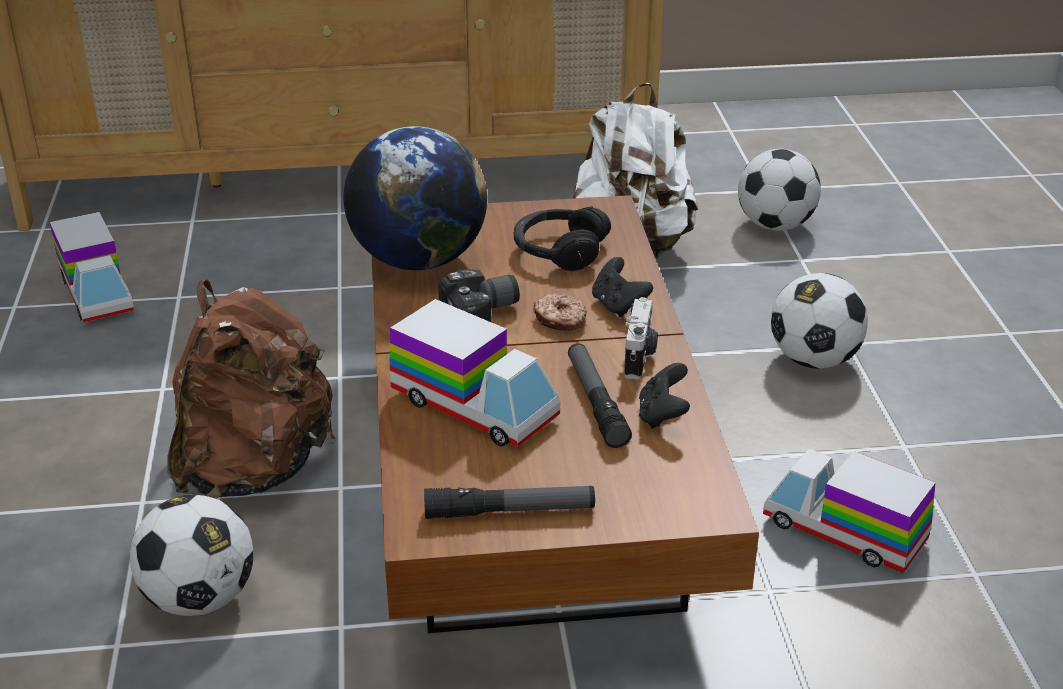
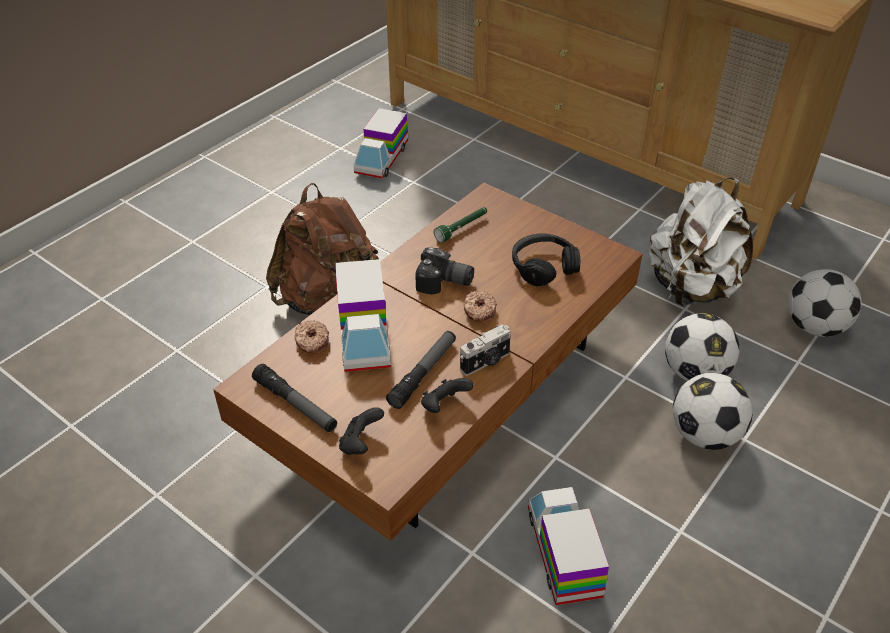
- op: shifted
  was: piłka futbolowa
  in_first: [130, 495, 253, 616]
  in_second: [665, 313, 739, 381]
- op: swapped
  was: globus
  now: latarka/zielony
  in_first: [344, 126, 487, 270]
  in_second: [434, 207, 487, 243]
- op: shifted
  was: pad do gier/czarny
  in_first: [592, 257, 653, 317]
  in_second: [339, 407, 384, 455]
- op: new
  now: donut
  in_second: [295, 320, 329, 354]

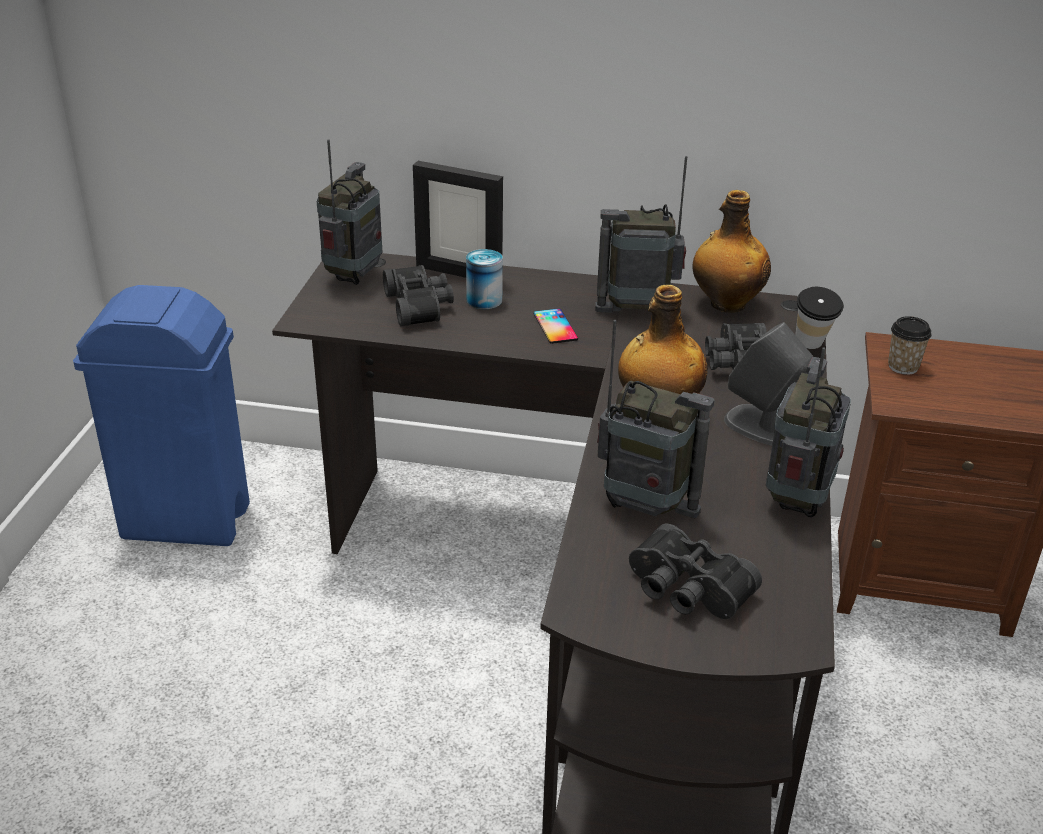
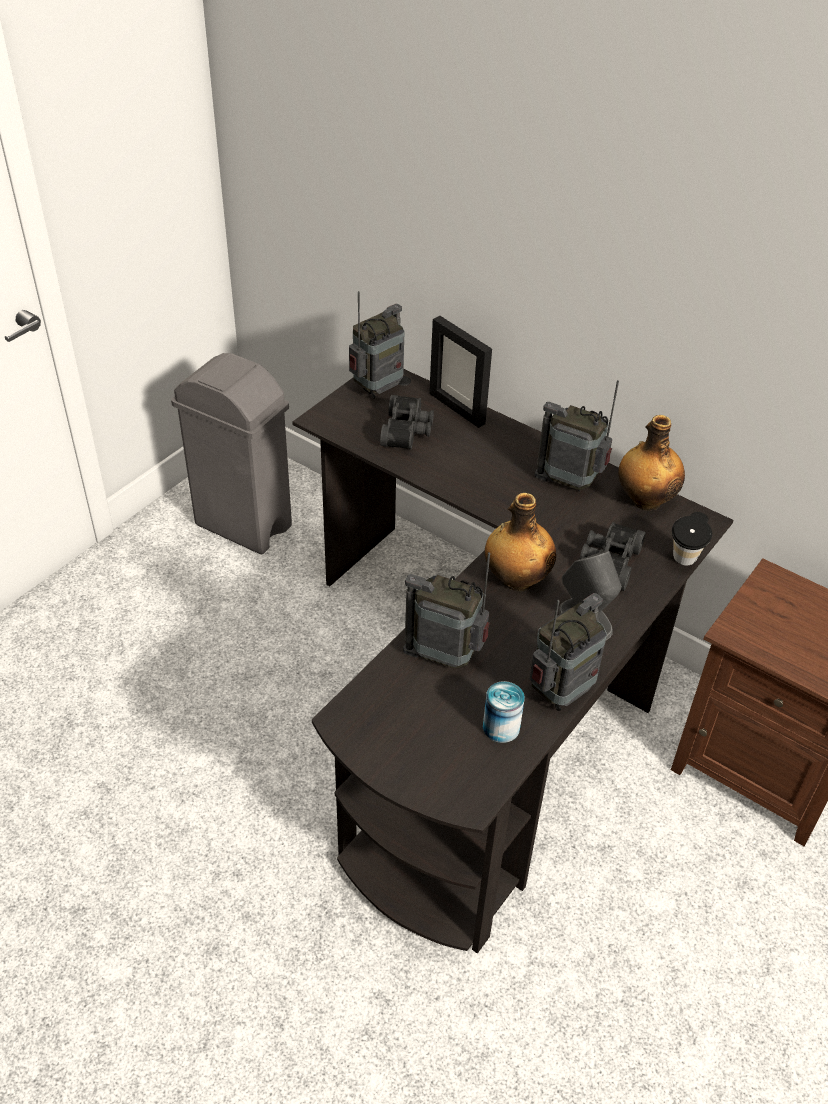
- op: repainted
  was: kosz na śmieci/niebieski
  now: kosz na śmieci/szary
  in_first: [73, 285, 250, 546]
  in_second: [171, 353, 292, 554]
- op: shifted
  was: puszka
  in_first: [466, 249, 503, 309]
  in_second: [483, 681, 525, 743]
- op: gone
  was: telefon
  in_first: [533, 308, 578, 344]
- op: rotated
  was: radio
  in_first: [597, 320, 715, 518]
  in_second: [403, 552, 490, 668]
  clockwise: 150
- op: gone
  was: lornetka/czarny
  in_first: [629, 524, 762, 619]
- op: gone
  was: filiżanka
  in_first: [888, 316, 932, 375]

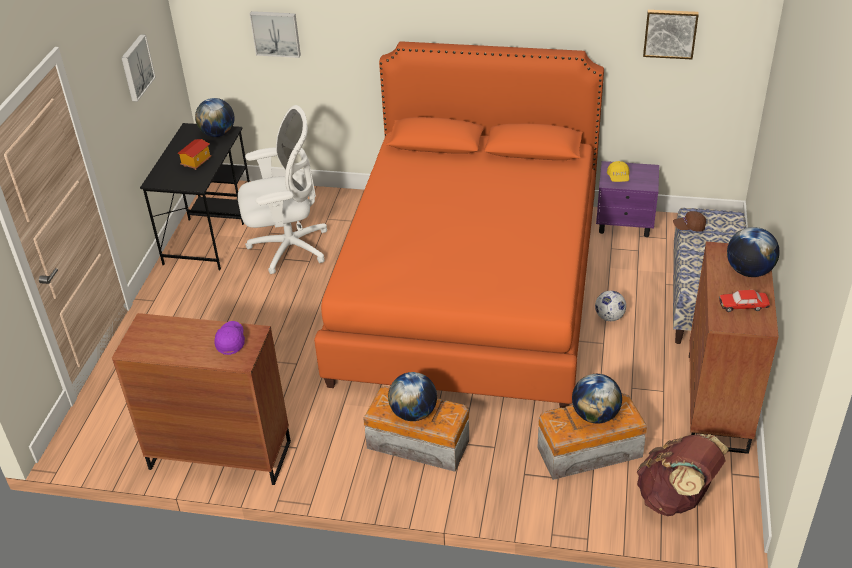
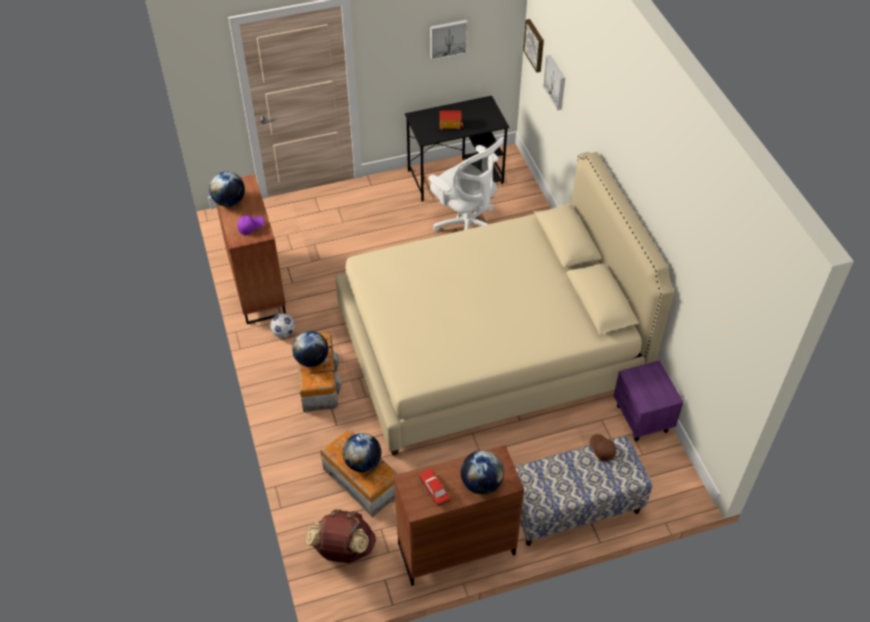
- op: shifted
  was: globus
  in_first: [195, 98, 235, 137]
  in_second: [209, 171, 245, 207]
- op: repainted
  was: łóżko/pomarańczowy
  now: łóżko/beżowy
  in_first: [314, 41, 604, 408]
  in_second: [335, 152, 674, 456]
- op: shifted
  was: piłka futbolowa
  in_first: [595, 291, 626, 321]
  in_second: [270, 313, 295, 338]
- op: gone
  was: czapka z daszkiem/żółty
  in_first: [607, 161, 630, 182]
- op: shifted
  was: obraz
  in_first: [643, 10, 699, 59]
  in_second: [523, 19, 544, 73]

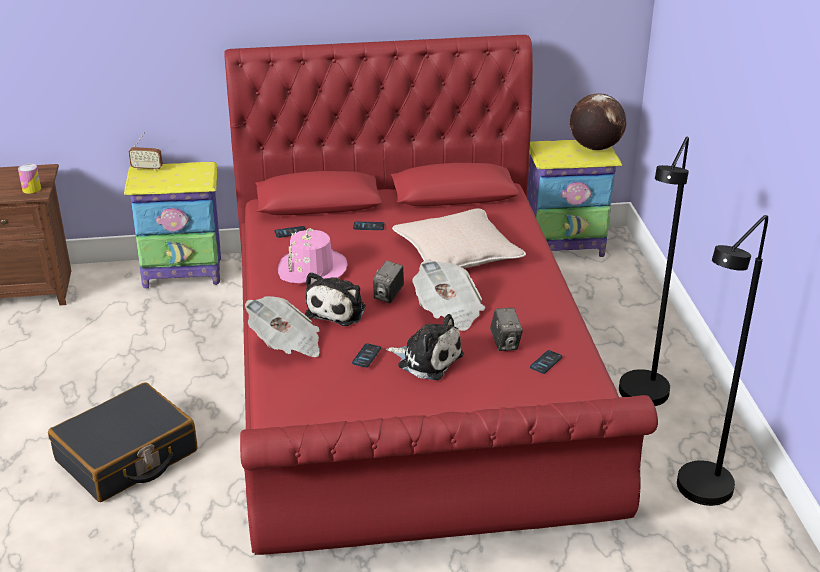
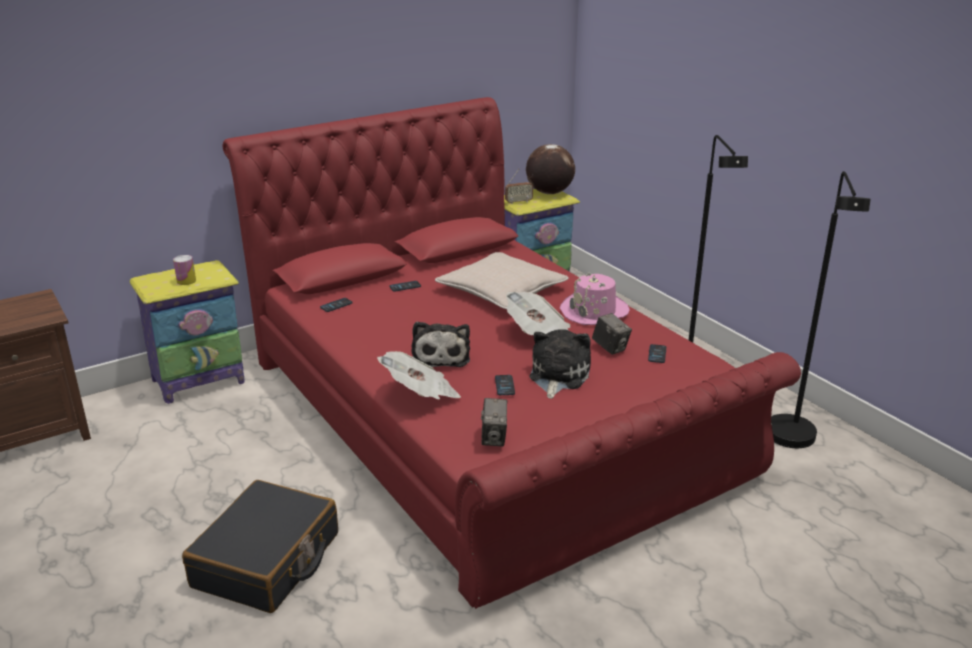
- op: shifted
  was: puszka
  in_first: [18, 163, 41, 194]
  in_second: [173, 255, 196, 285]
- op: shifted
  was: radio
  in_first: [128, 132, 163, 171]
  in_second: [505, 169, 533, 204]
- op: shifted
  was: kapelusz/różowy
  in_first: [278, 228, 348, 283]
  in_second: [560, 273, 630, 325]
- op: shifted
  was: aparat fotograficzny
  in_first: [373, 260, 404, 303]
  in_second: [481, 398, 507, 446]
- op: rotated
  was: pluszak
  in_first: [386, 314, 464, 380]
  in_second: [530, 329, 591, 399]
  clockwise: -75

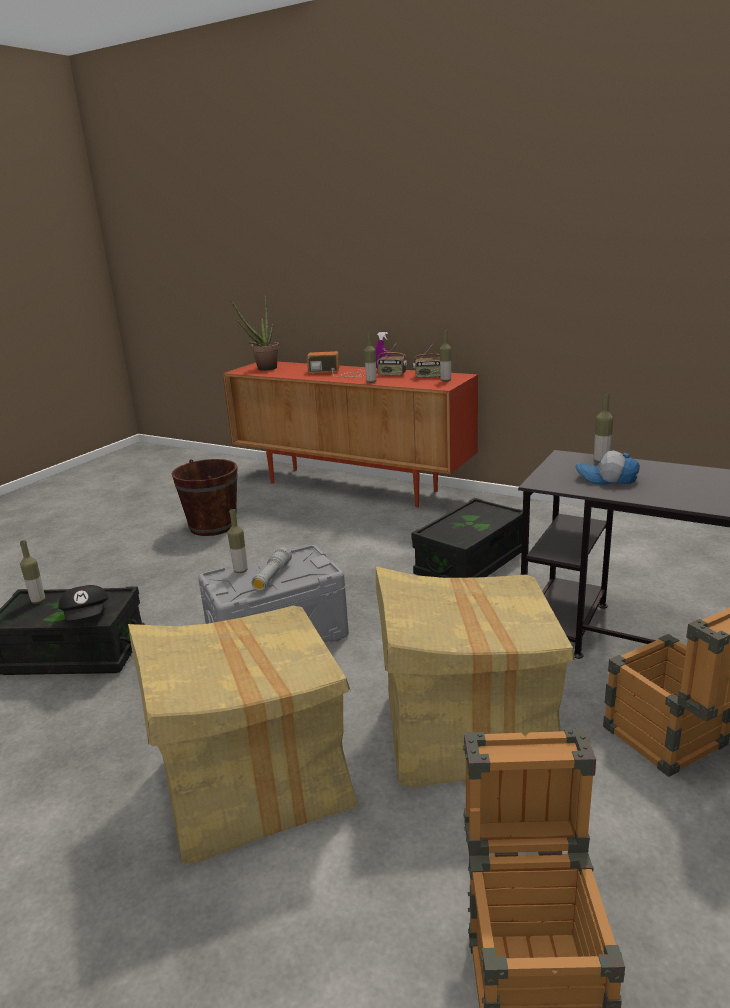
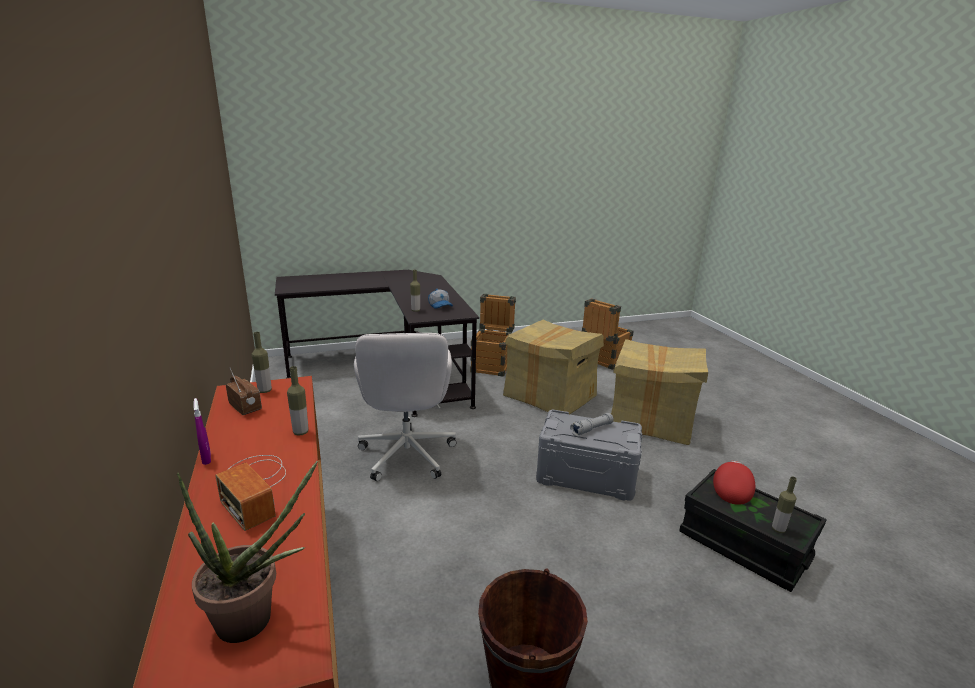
- op: repainted
  was: czapka z daszkiem/czarny
  now: czapka z daszkiem/czerwony
  in_first: [58, 585, 109, 620]
  in_second: [713, 461, 755, 505]
- op: gone
  was: butelka
  in_first: [228, 509, 248, 573]
- op: gone
  was: radio
  in_first: [377, 344, 407, 376]
- op: swapped
  was: pojemnik do przechowywania/czarny
  now: krzesło biurowe/biały
  in_first: [411, 498, 523, 578]
  in_second: [354, 333, 457, 481]

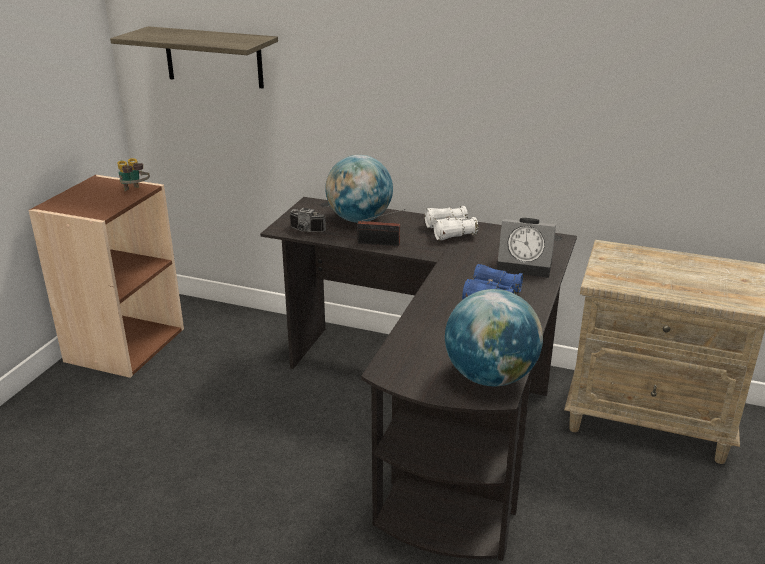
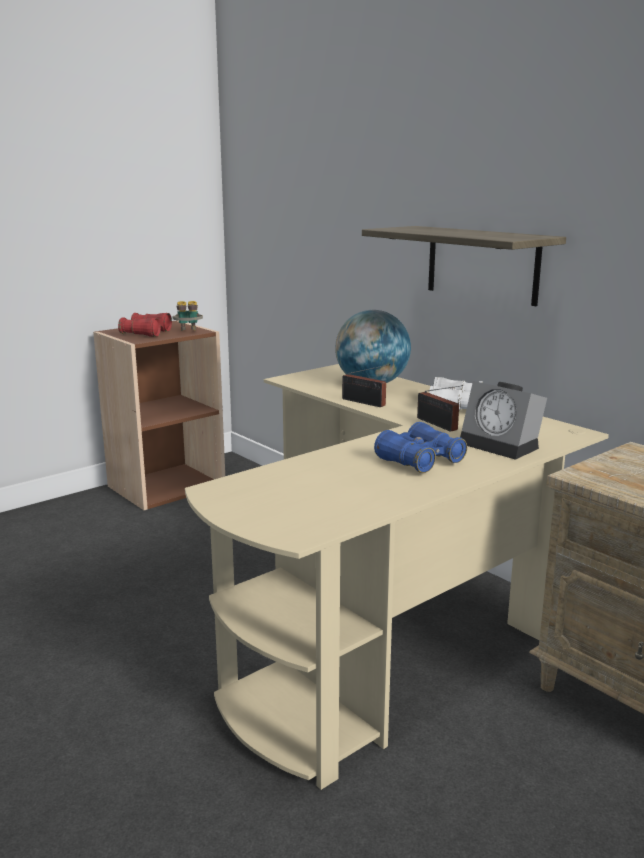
- op: shifted
  was: półka
  in_first: [110, 26, 278, 89]
  in_second: [362, 226, 566, 306]
- op: repainted
  was: biurko/czarny
  now: biurko/beżowy
  in_first: [260, 197, 577, 561]
  in_second: [185, 364, 609, 790]
- op: gone
  was: aparat fotograficzny
  in_first: [289, 208, 326, 232]
- op: gone
  was: globus
  in_first: [445, 289, 543, 386]
- op: new
  now: lornetka/czerwony
  in_second: [118, 313, 172, 337]
- op: new
  now: radio
  in_second: [417, 385, 463, 432]

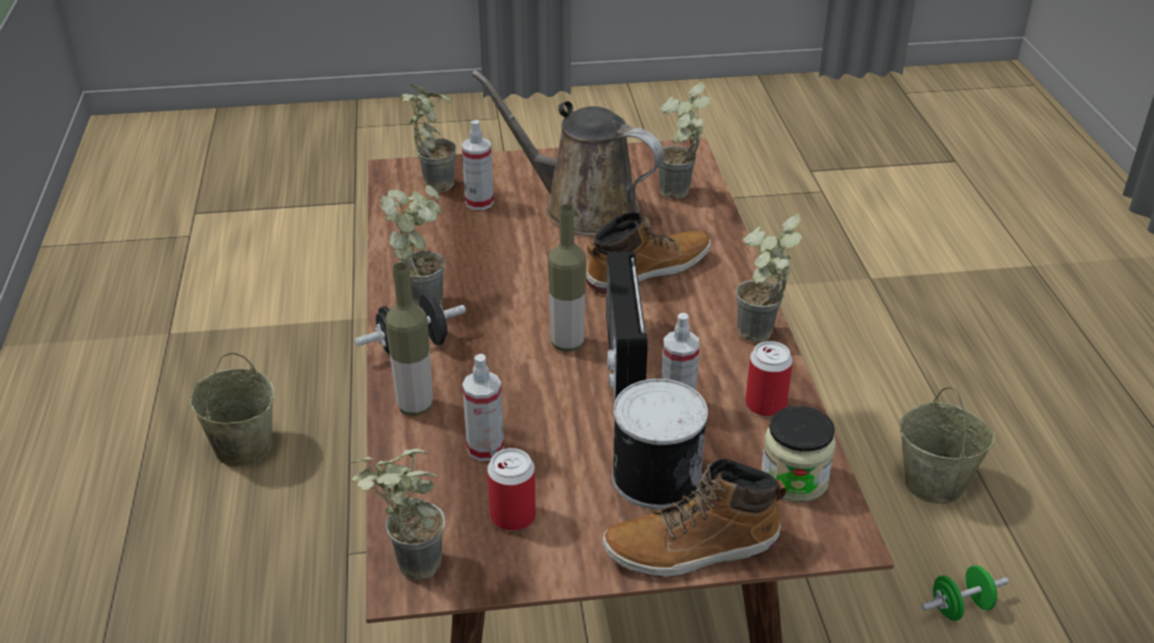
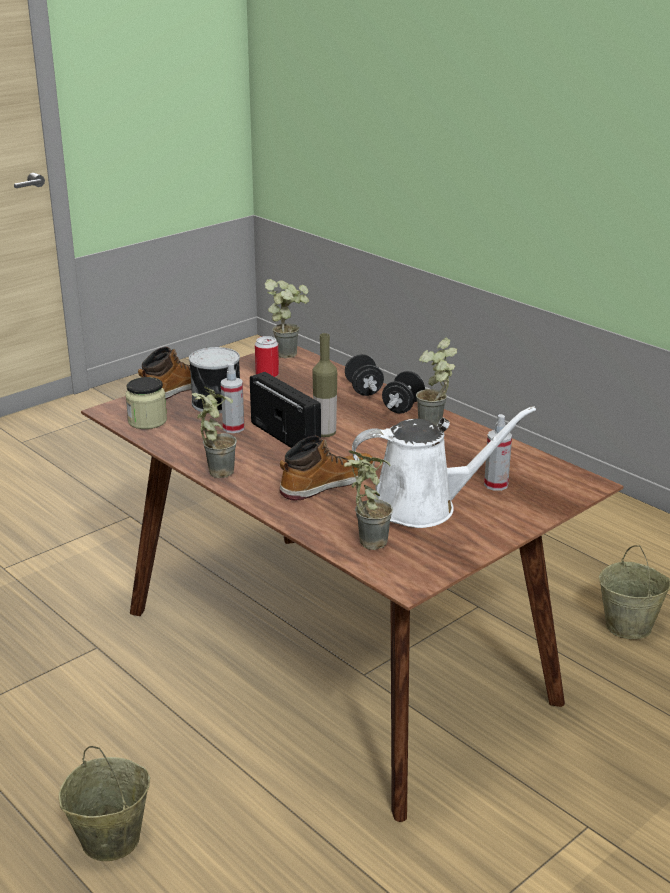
- op: swapped
  was: butelka
  now: hantel/czarny
  in_first: [385, 262, 433, 416]
  in_second: [345, 354, 384, 396]
- op: gone
  was: roślina doniczkowa
  in_first: [402, 84, 457, 193]
- op: gone
  was: spryskiwacz
  in_first: [462, 354, 504, 461]
- op: repainted
  was: konewka/brązowy
  now: konewka/biały
  in_first: [471, 70, 664, 236]
  in_second: [352, 406, 536, 528]
- op: rotated
  was: but z cholewką
  in_first: [586, 211, 711, 293]
  in_second: [280, 436, 375, 501]
  clockwise: -150
- op: gone
  was: puszka
  in_first: [745, 341, 793, 417]
- op: gone
  was: hantel/zielony
  in_first: [921, 565, 1009, 621]

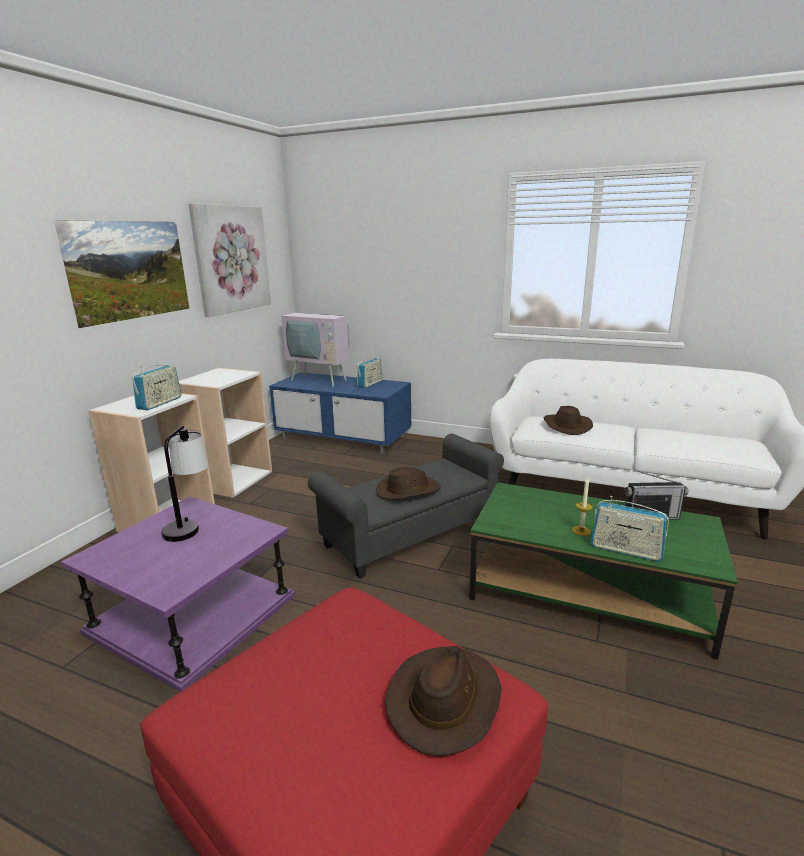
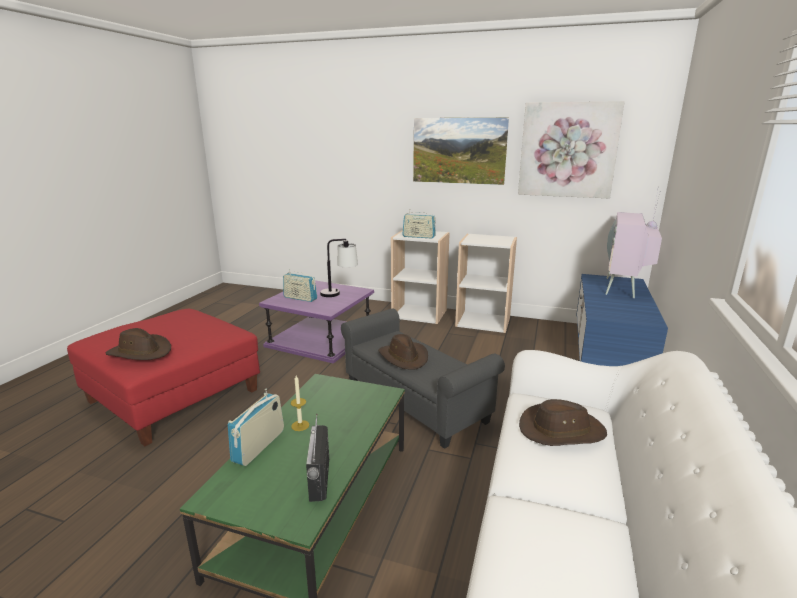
- op: shifted
  was: radio
  in_first: [357, 358, 382, 388]
  in_second: [283, 269, 317, 302]

